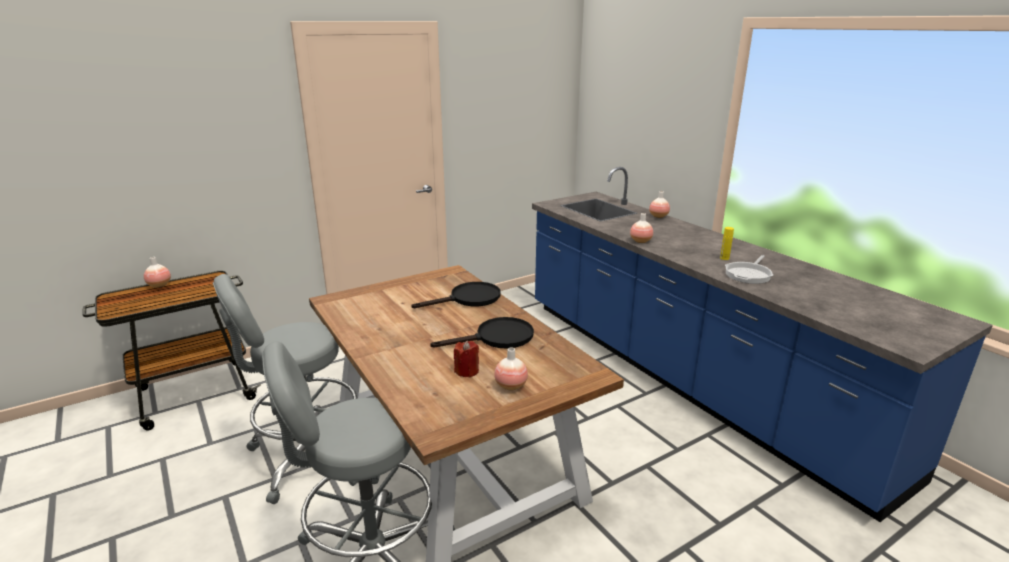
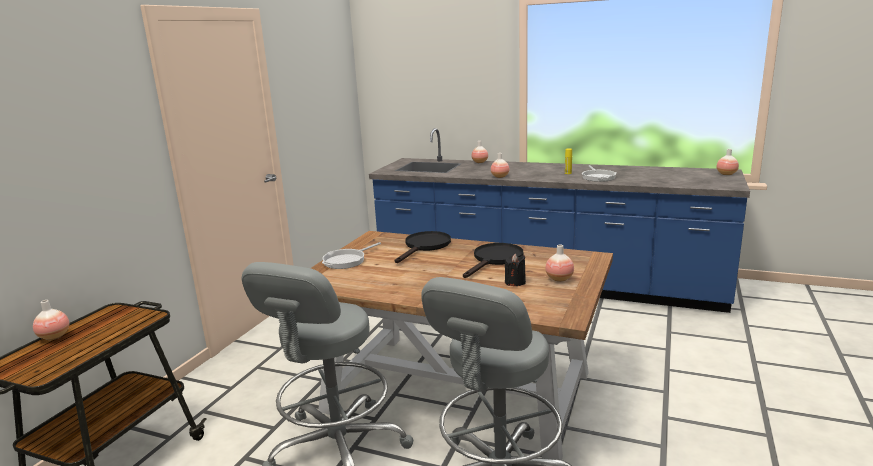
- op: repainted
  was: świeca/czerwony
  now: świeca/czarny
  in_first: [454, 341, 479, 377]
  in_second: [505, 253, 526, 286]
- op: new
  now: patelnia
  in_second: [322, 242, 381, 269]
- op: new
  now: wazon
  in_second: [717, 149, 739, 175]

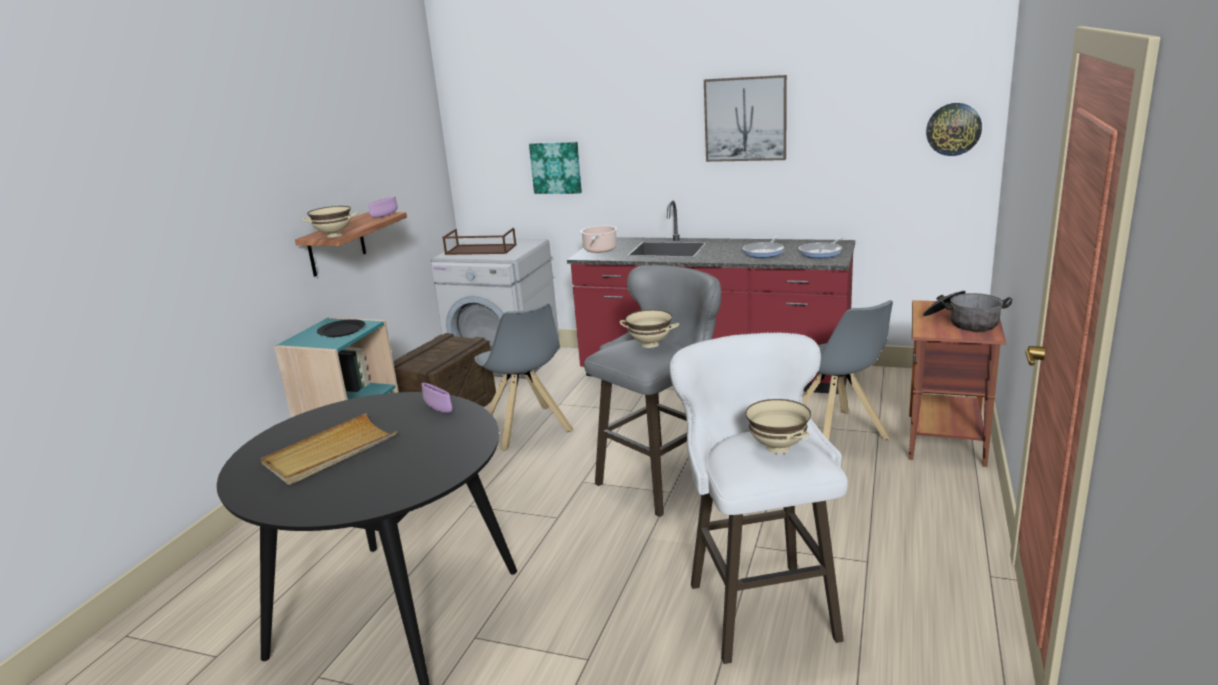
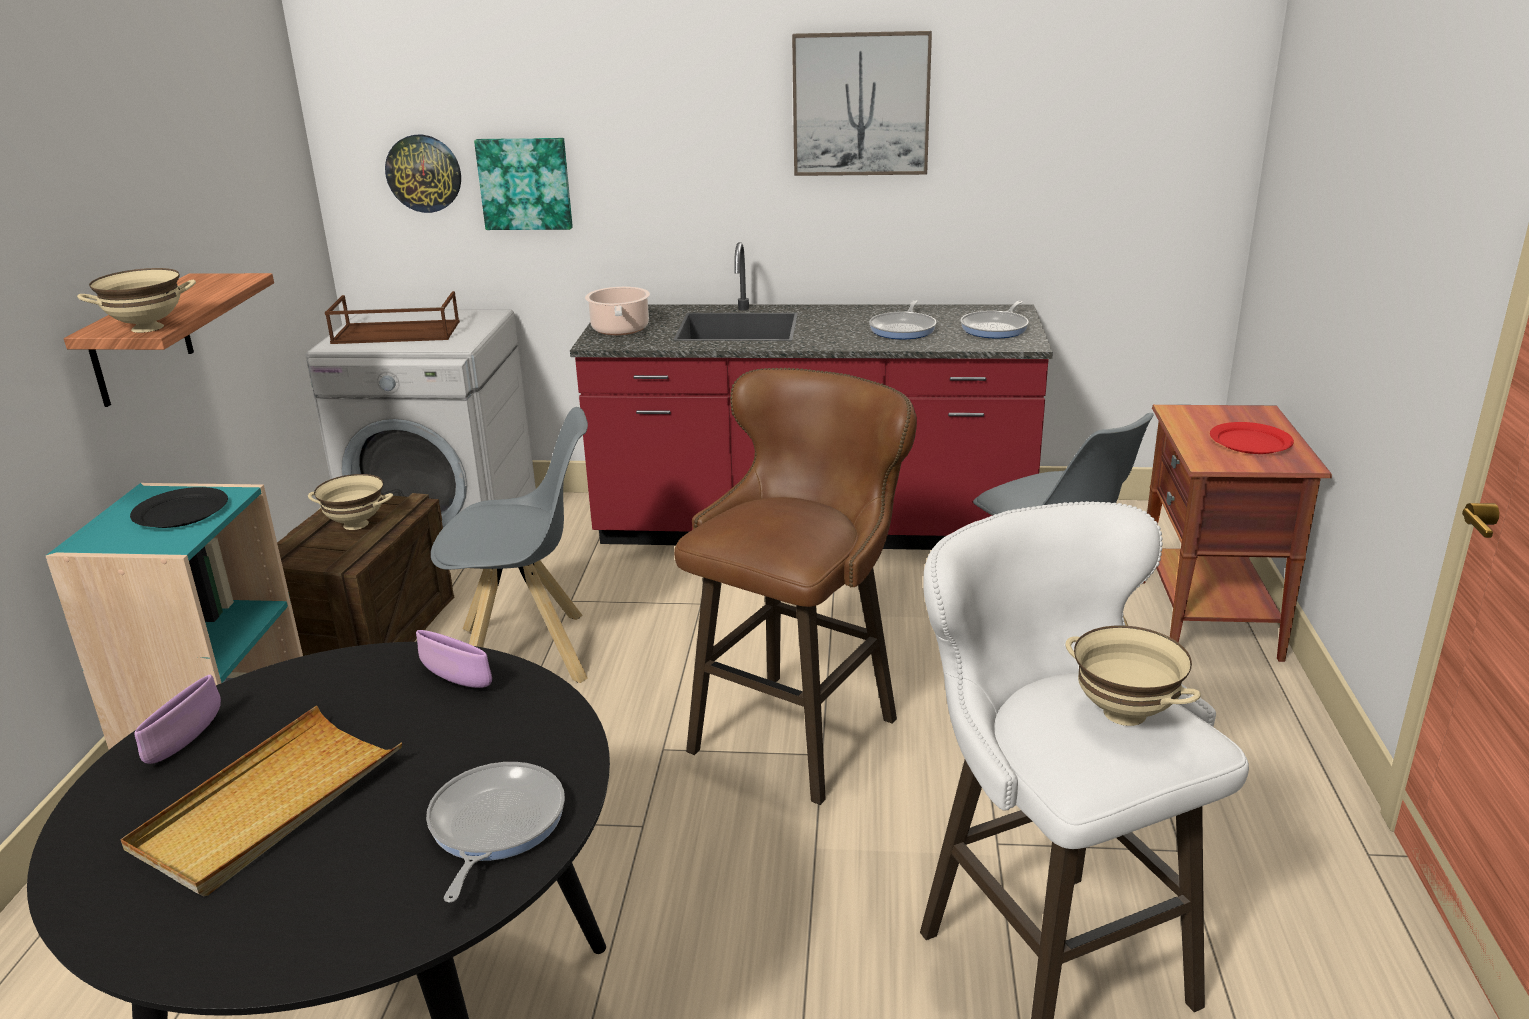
- op: shifted
  was: miska/fioletowy
  in_first: [369, 196, 398, 218]
  in_second: [134, 675, 221, 764]
- op: rotated
  was: krzesło/szary
  in_first: [474, 303, 573, 450]
  in_second: [431, 407, 588, 683]
  clockwise: -60
- op: repainted
  was: stołek/szary
  now: stołek/brązowy
  in_first: [584, 265, 721, 517]
  in_second: [674, 368, 917, 805]
- op: shifted
  was: miska/beżowy
  in_first: [620, 310, 679, 348]
  in_second: [308, 474, 393, 530]
- op: swapped
  was: garnek
  now: talerz/czerwony
  in_first: [923, 291, 1012, 331]
  in_second: [1210, 422, 1294, 454]
- op: shifted
  was: zegar ścienny
  in_first: [926, 103, 982, 156]
  in_second: [385, 135, 461, 213]
- op: new
  now: patelnia
  in_second: [426, 762, 565, 903]

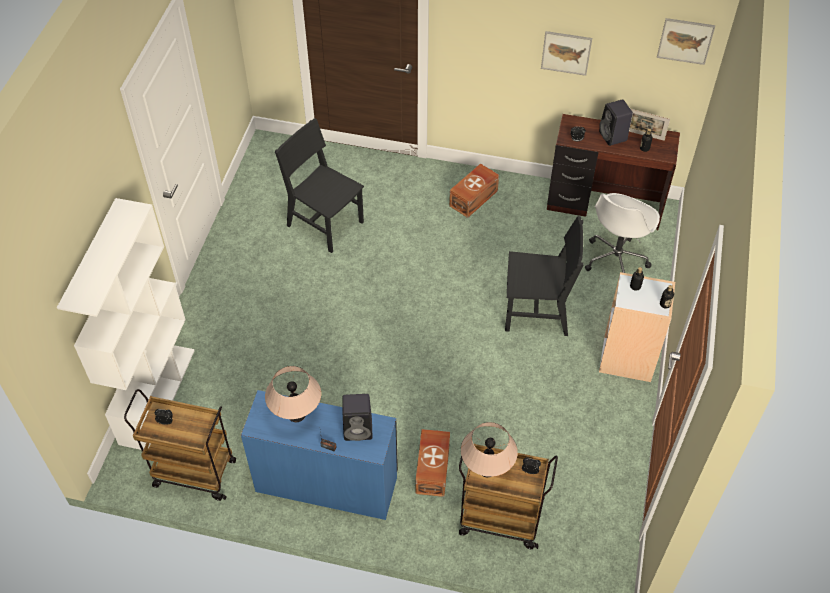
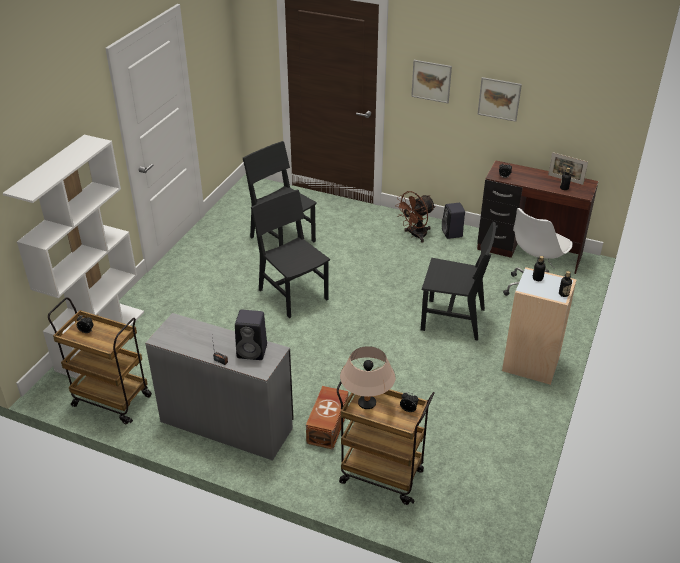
- op: repainted
  was: biurko/niebieski
  now: biurko/szary
  in_first: [241, 390, 398, 520]
  in_second: [145, 313, 294, 461]
- op: gone
  was: lampa stołowa/beżowy
  in_first: [265, 366, 321, 422]
- op: swapped
  was: pojemnik do przechowywania/brązowy
  now: wentylator/brązowy
  in_first: [449, 163, 499, 218]
  in_second: [395, 191, 436, 243]
- op: shifted
  was: głośnik/czarny
  in_first: [599, 99, 633, 146]
  in_second: [442, 203, 465, 239]
- op: shifted
  was: obraz
  in_first: [657, 18, 715, 65]
  in_second: [411, 60, 452, 103]
- op: new
  now: krzesło/czarny
  in_second: [251, 189, 330, 318]

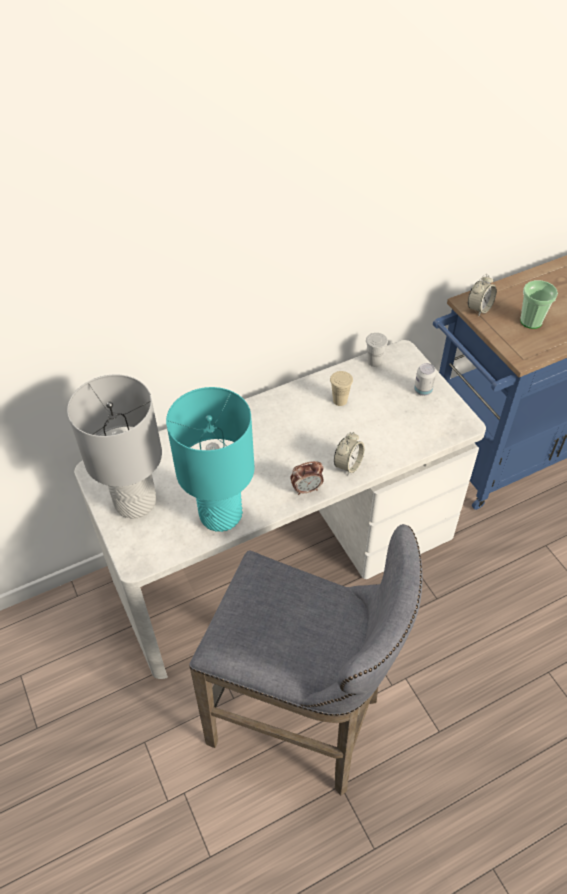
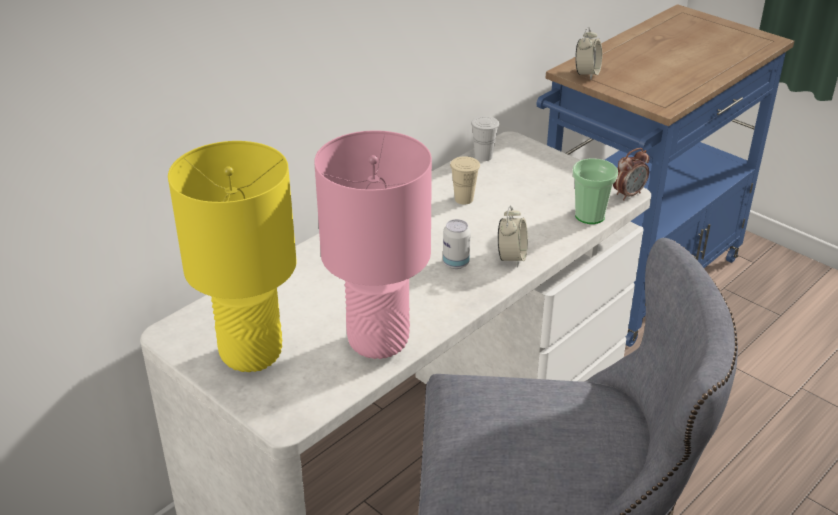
- op: repainted
  was: lampa stołowa/szary
  now: lampa stołowa/żółty
  in_first: [67, 374, 162, 519]
  in_second: [168, 141, 297, 372]
- op: repainted
  was: lampa stołowa/turkusowy
  now: lampa stołowa/różowy
  in_first: [166, 387, 254, 532]
  in_second: [314, 131, 432, 359]
- op: shifted
  was: budzik
  in_first: [290, 461, 324, 495]
  in_second: [613, 148, 650, 201]
- op: shifted
  was: puszka
  in_first: [414, 363, 436, 396]
  in_second: [443, 219, 471, 269]
- op: shifted
  was: filiżanka
  in_first: [520, 280, 558, 329]
  in_second: [573, 158, 618, 224]

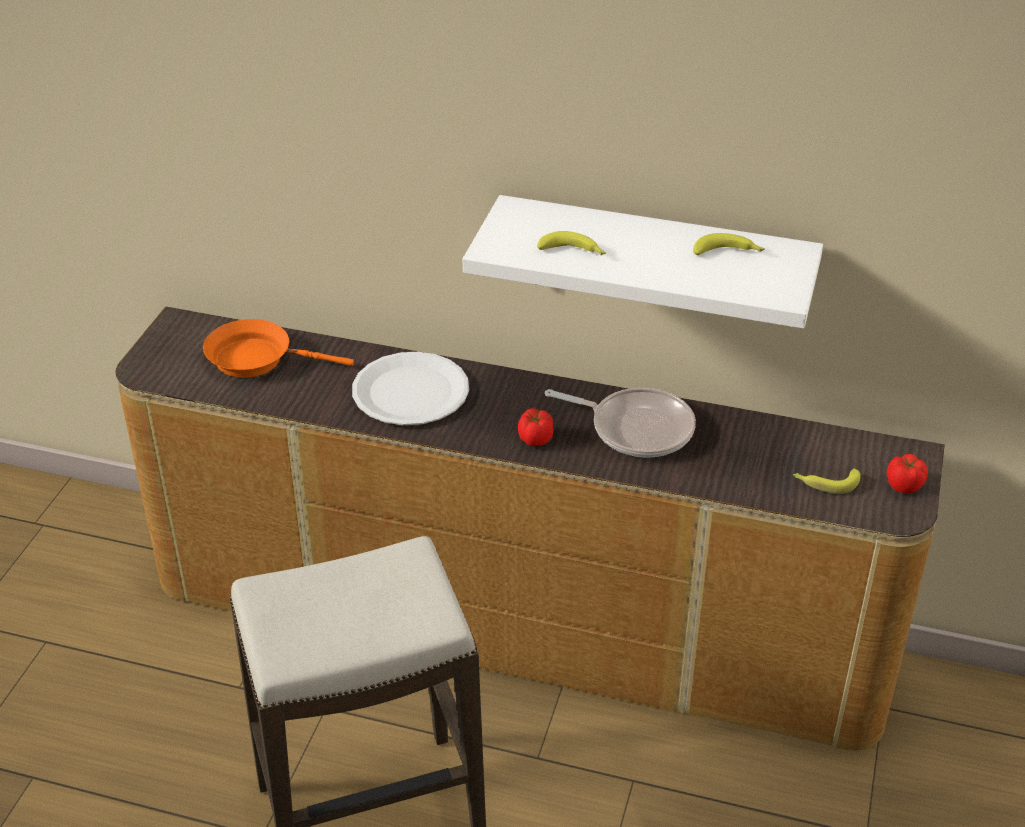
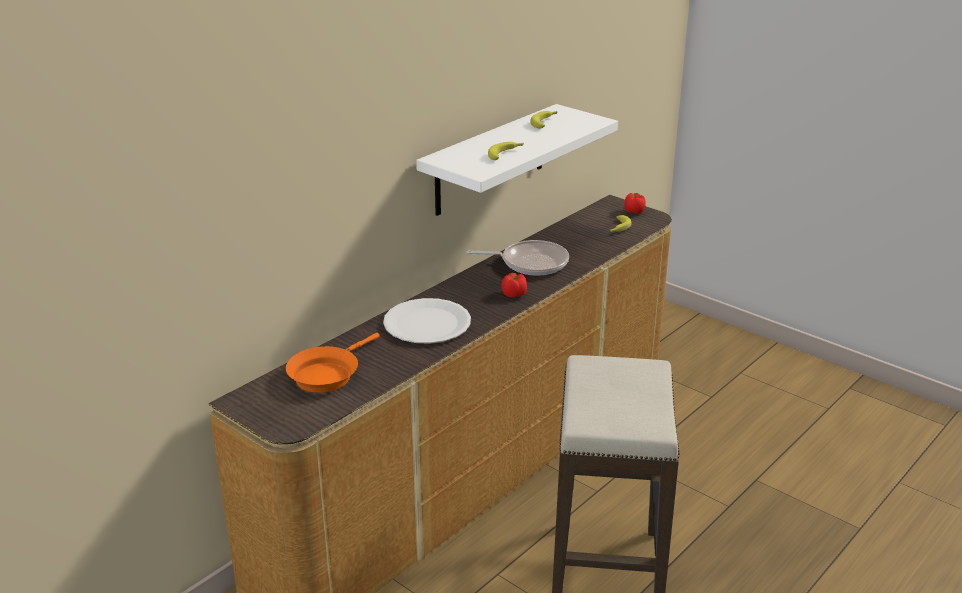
- op: rotated
  was: patelnia
  in_first: [545, 388, 696, 458]
  in_second: [466, 240, 569, 276]
  clockwise: 45

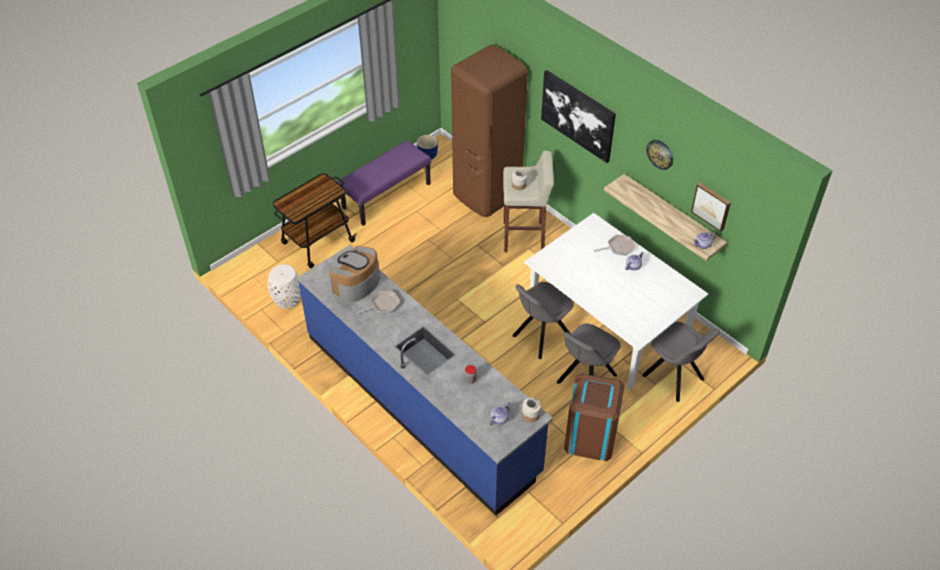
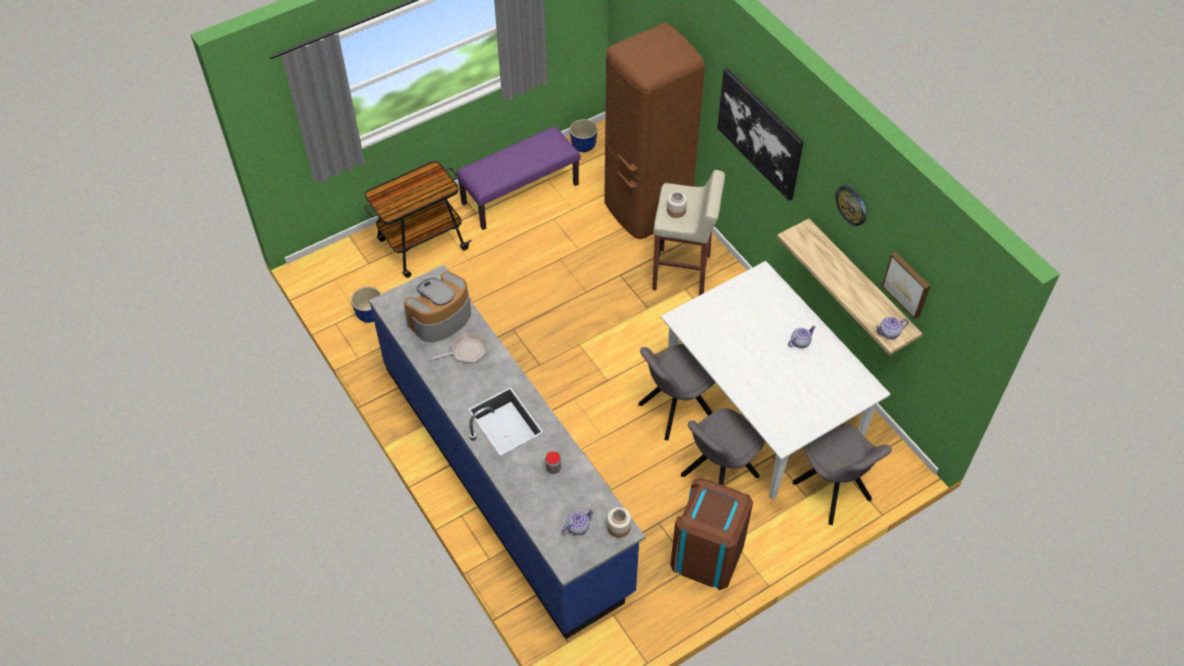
- op: swapped
  was: stołek/biały
  now: donica
  in_first: [268, 264, 301, 309]
  in_second: [351, 287, 381, 323]
- op: gone
  was: patelnia
  in_first: [594, 235, 636, 256]

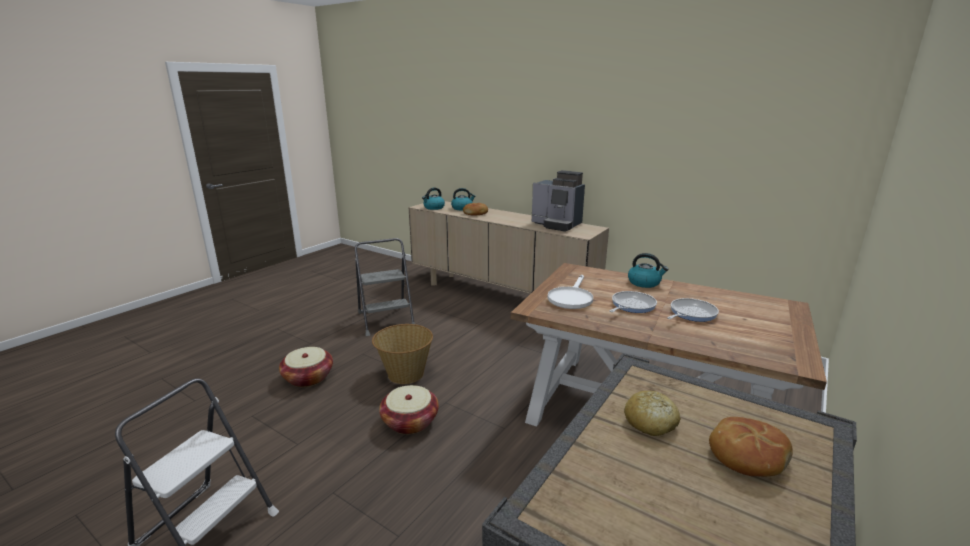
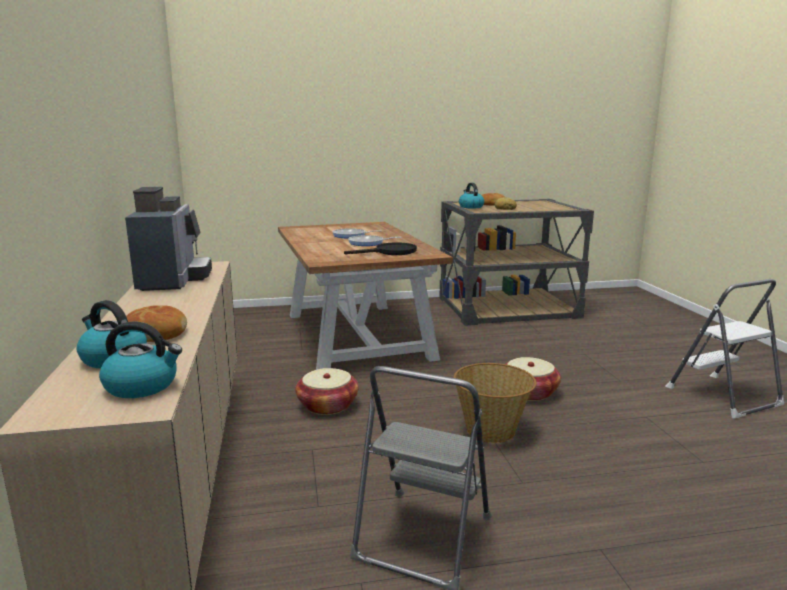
- op: shifted
  was: koszyk
  in_first: [279, 347, 333, 387]
  in_second: [295, 368, 359, 415]
- op: repainted
  was: patelnia/biały
  now: patelnia/czarny
  in_first: [548, 275, 593, 309]
  in_second: [344, 242, 417, 255]
- op: shifted
  was: czajnik
  in_first: [628, 253, 668, 288]
  in_second: [459, 183, 484, 209]

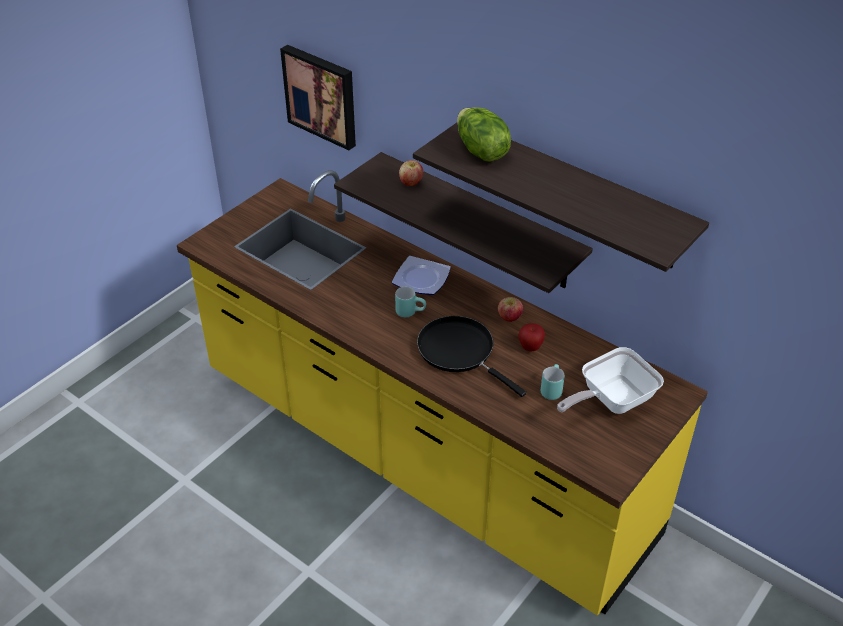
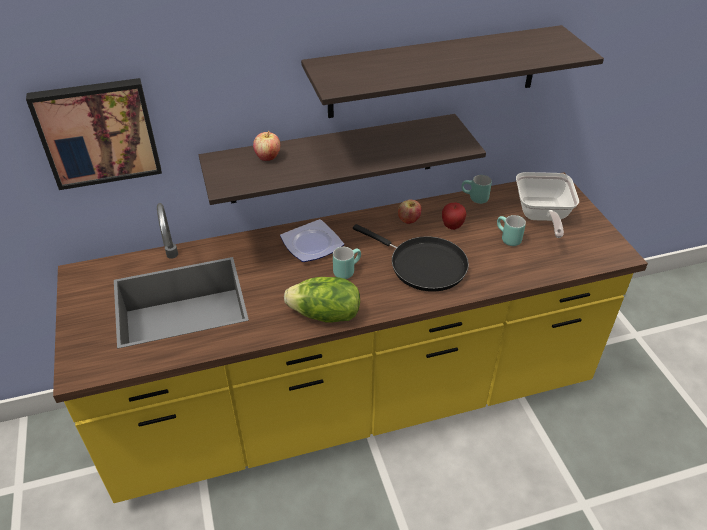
- op: rotated
  was: patelnia/czarny
  in_first: [417, 316, 527, 397]
  in_second: [353, 224, 469, 292]
  clockwise: -135
- op: shifted
  was: sałata
  in_first: [457, 107, 511, 162]
  in_second: [284, 277, 360, 322]
- op: new
  now: kubek/turkusowy
  in_second: [461, 175, 492, 204]

